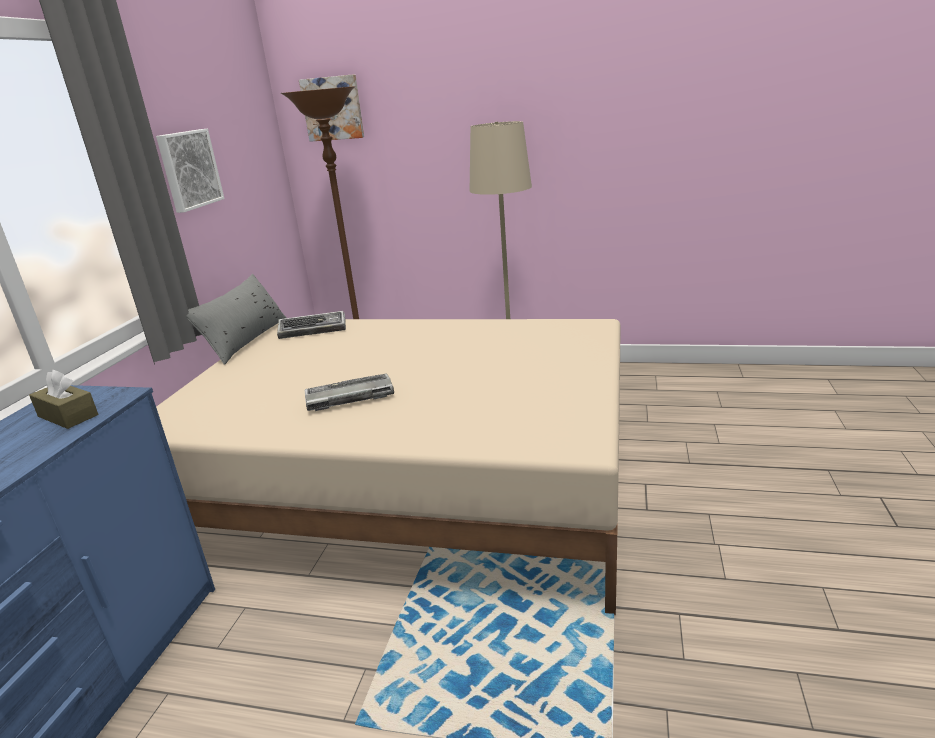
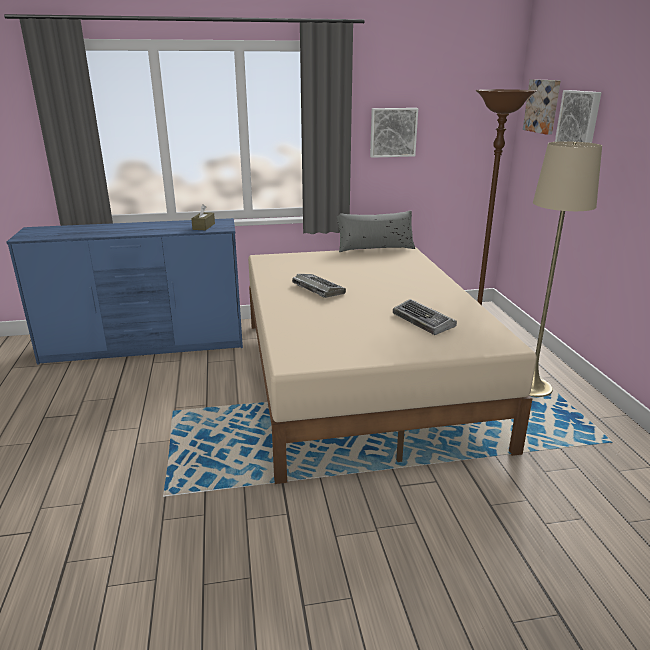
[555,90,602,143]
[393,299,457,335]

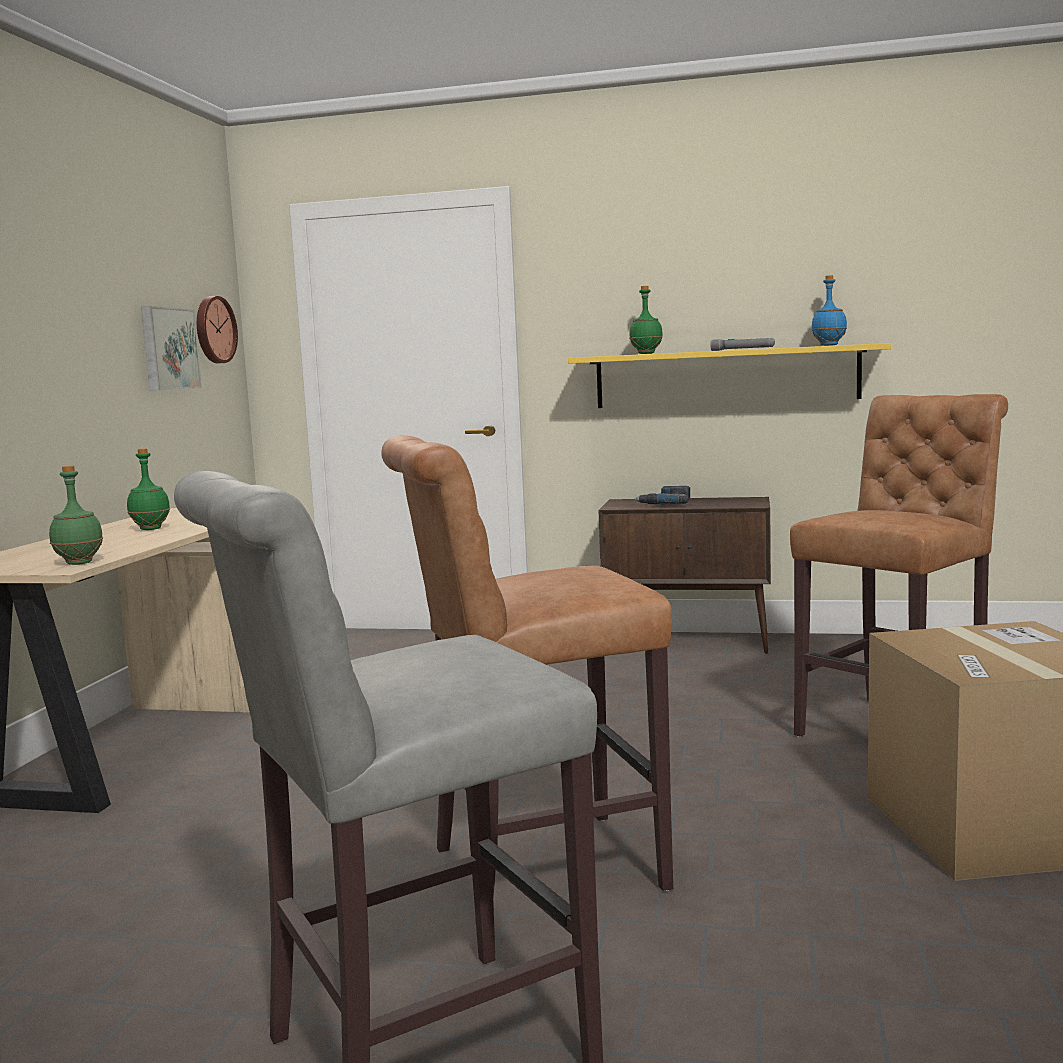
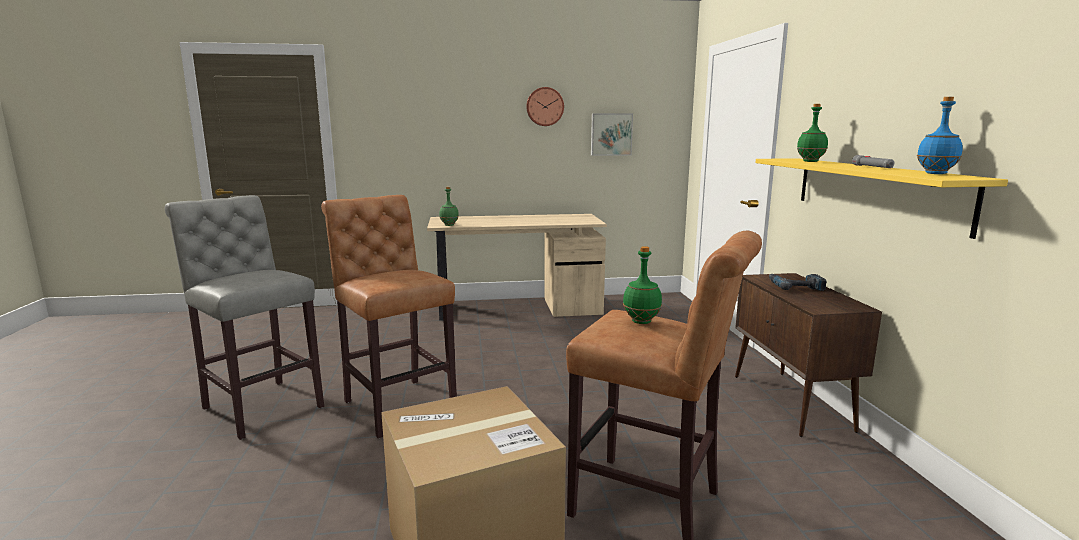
[623,246,662,324]
[526,87,564,126]

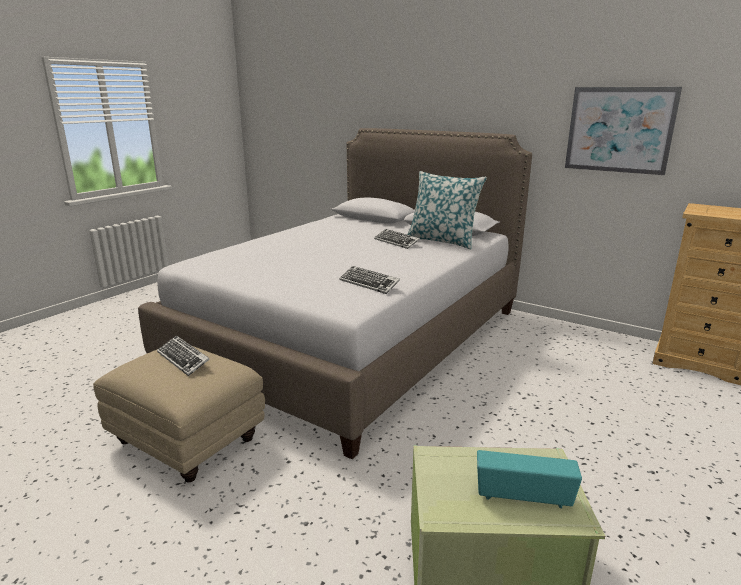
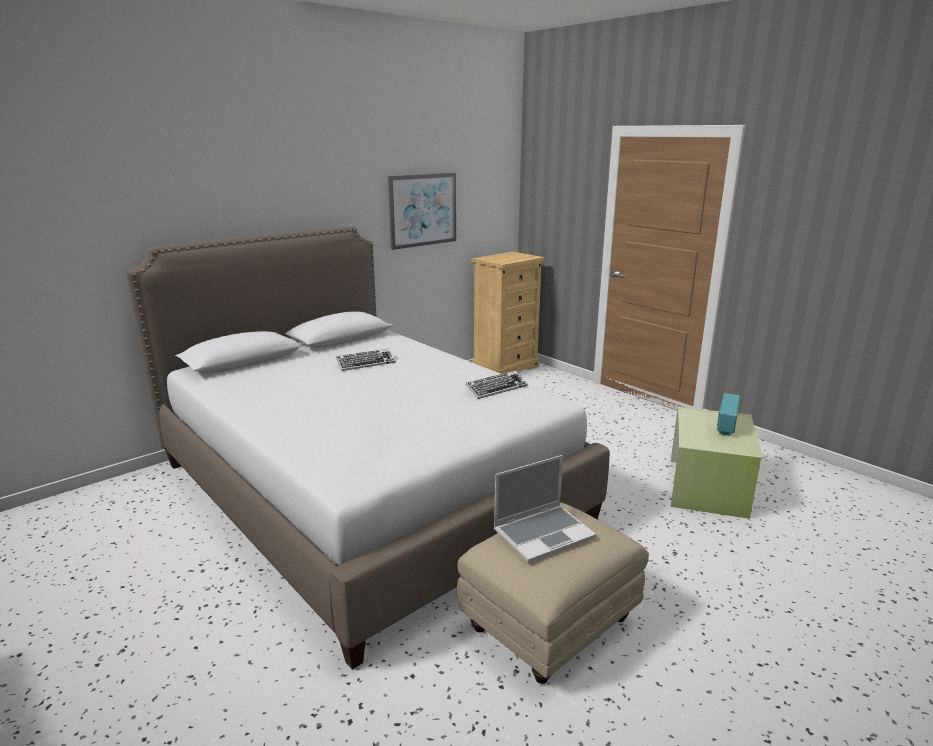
[407,171,487,249] (first image)
[494,455,596,563]

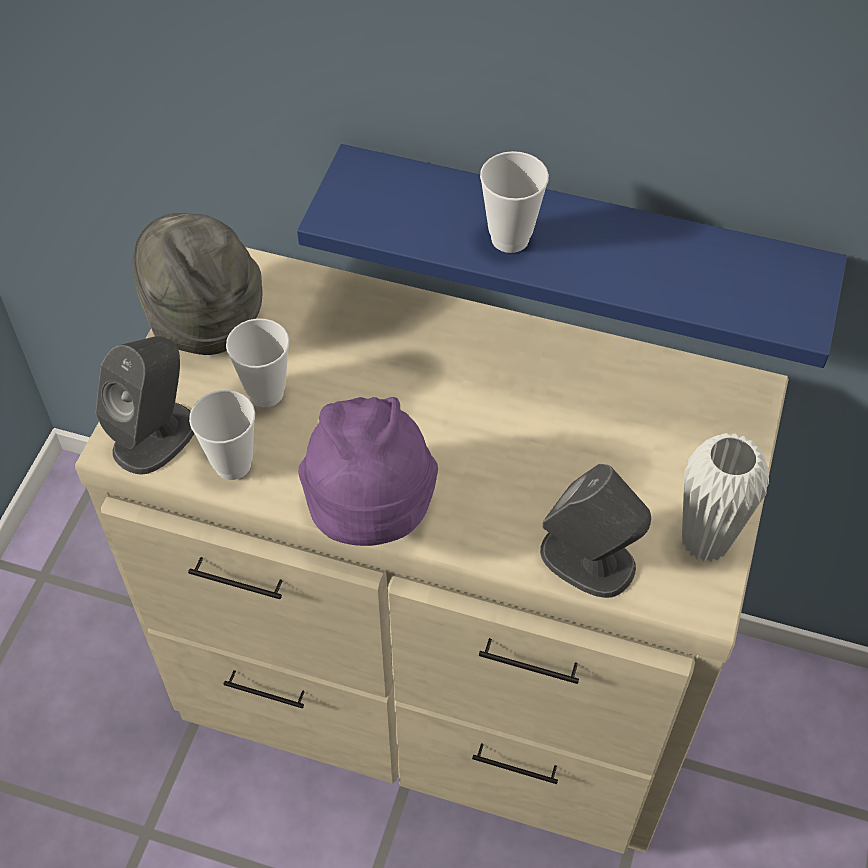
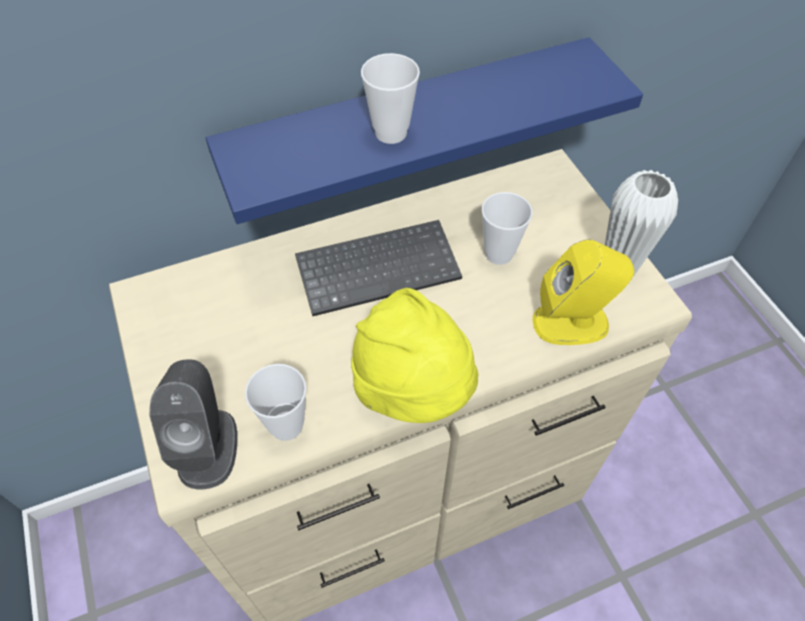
[132,213,263,355] (first image)
[295,220,462,316]
[482,192,533,265]
[351,288,479,423]
[533,239,634,345]

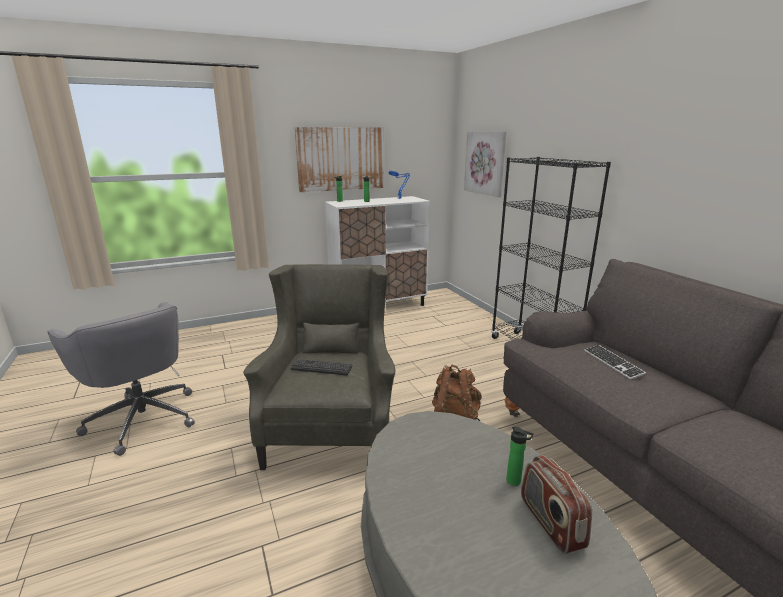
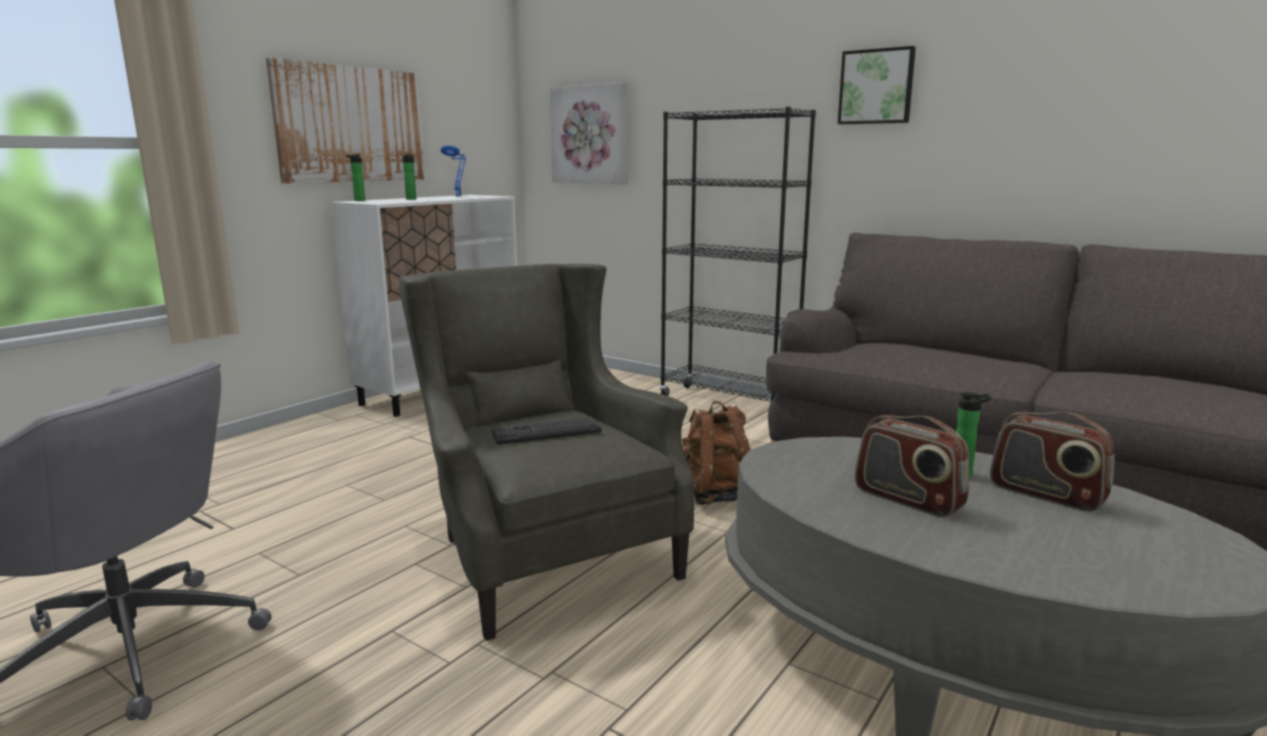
[584,345,646,379] (first image)
[838,46,916,124]
[855,415,969,517]

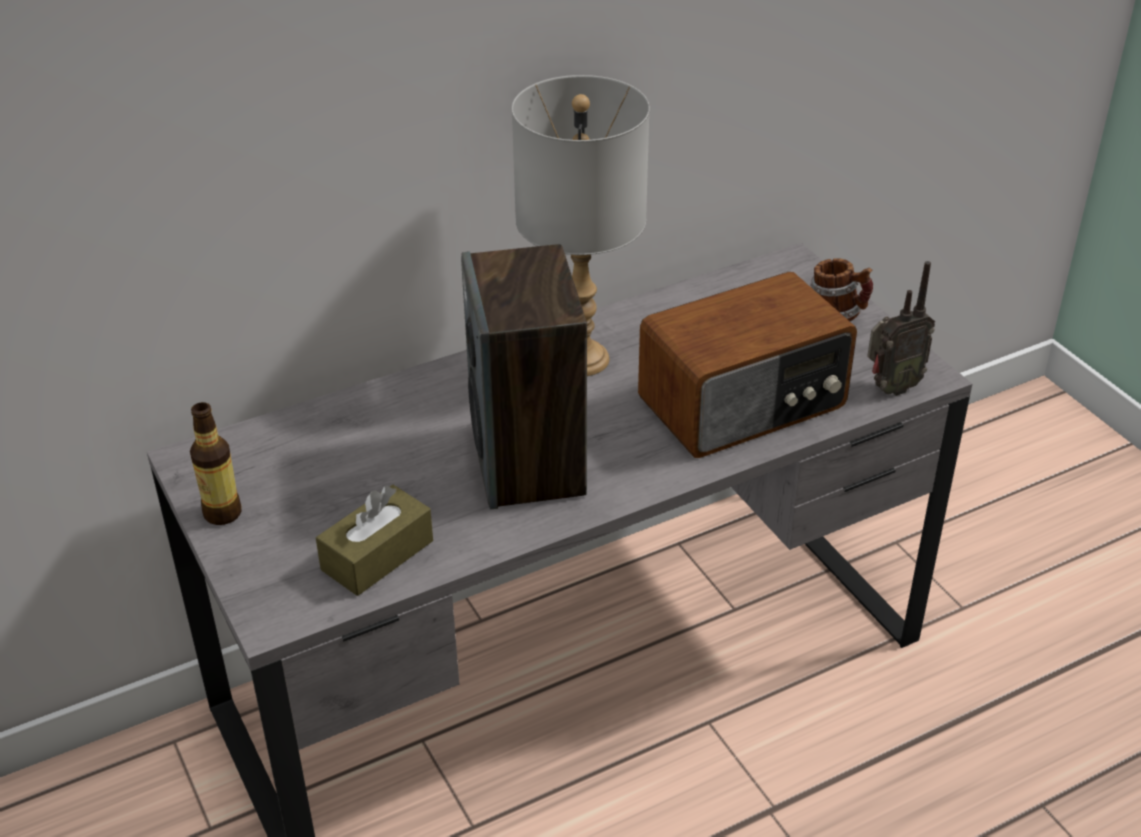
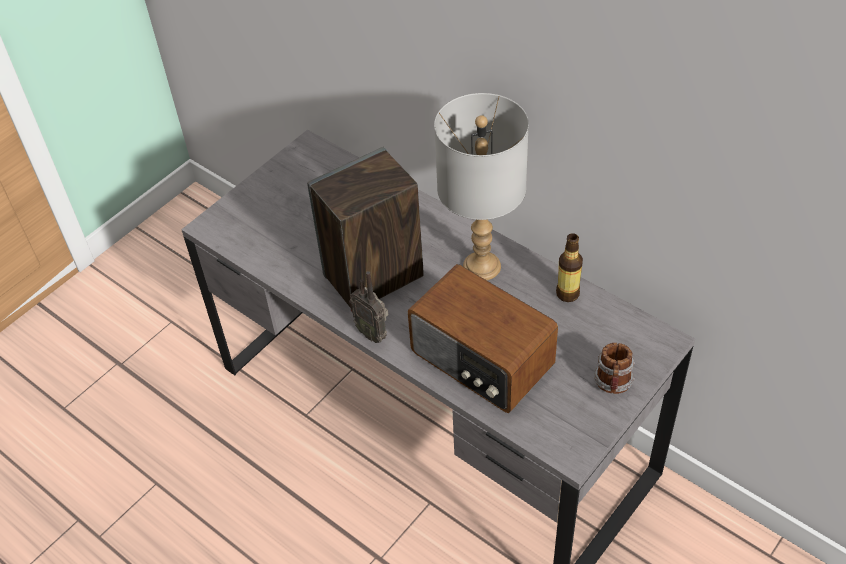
[316,485,433,596] (first image)
[556,233,583,302]
[349,271,388,343]

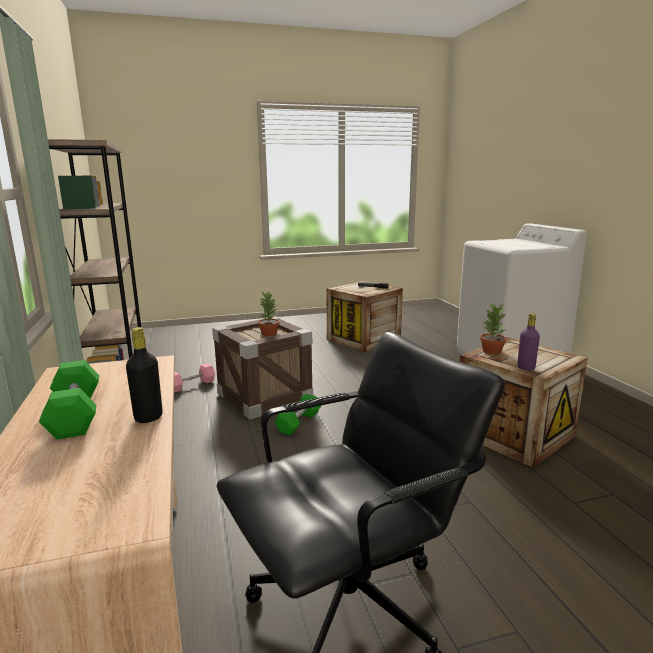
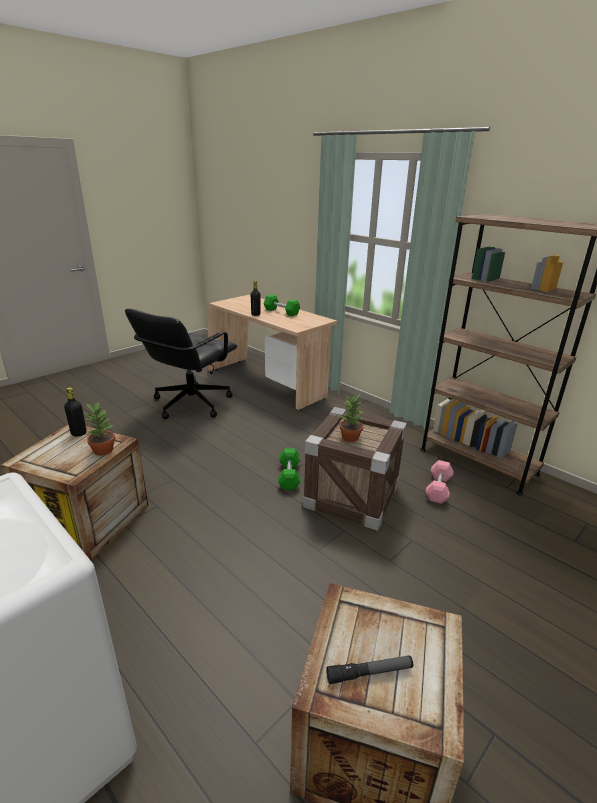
[64,387,87,436]

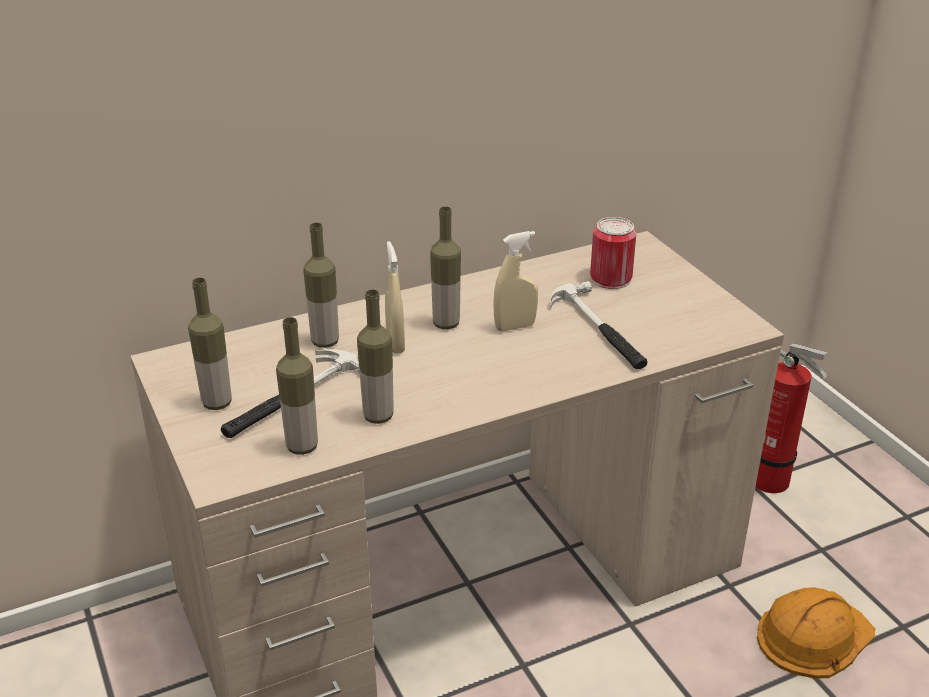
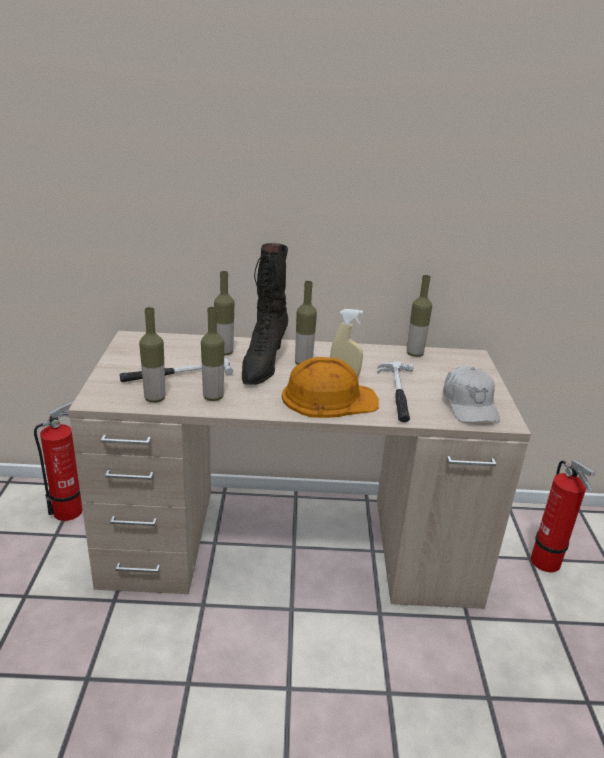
[590,217,637,289] (first image)
[34,399,83,521]
[443,367,500,423]
[407,275,432,357]
[282,357,379,418]
[242,243,288,385]

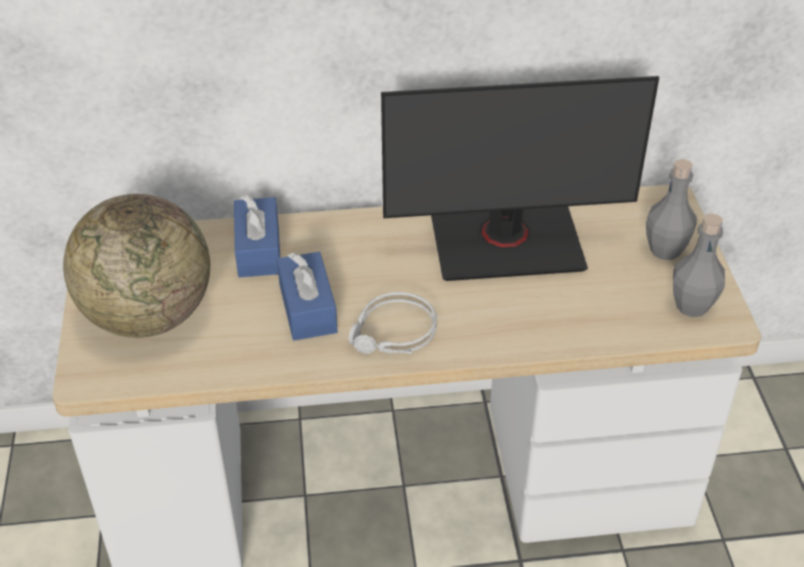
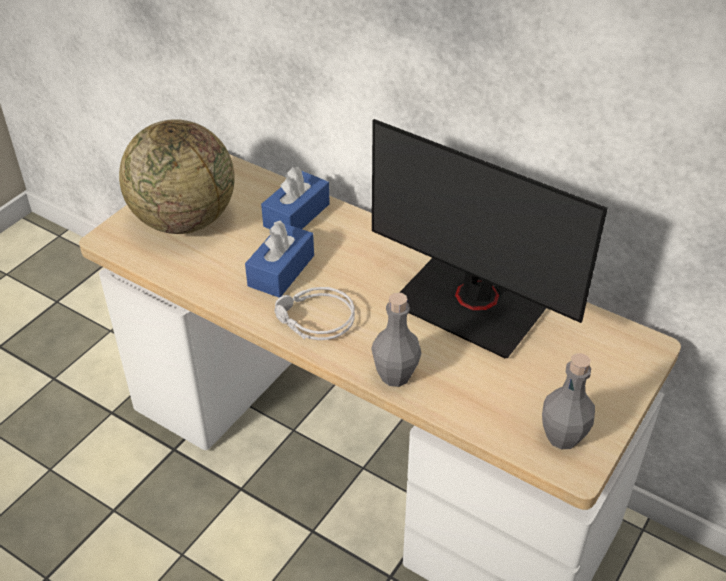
[371,292,421,387]

